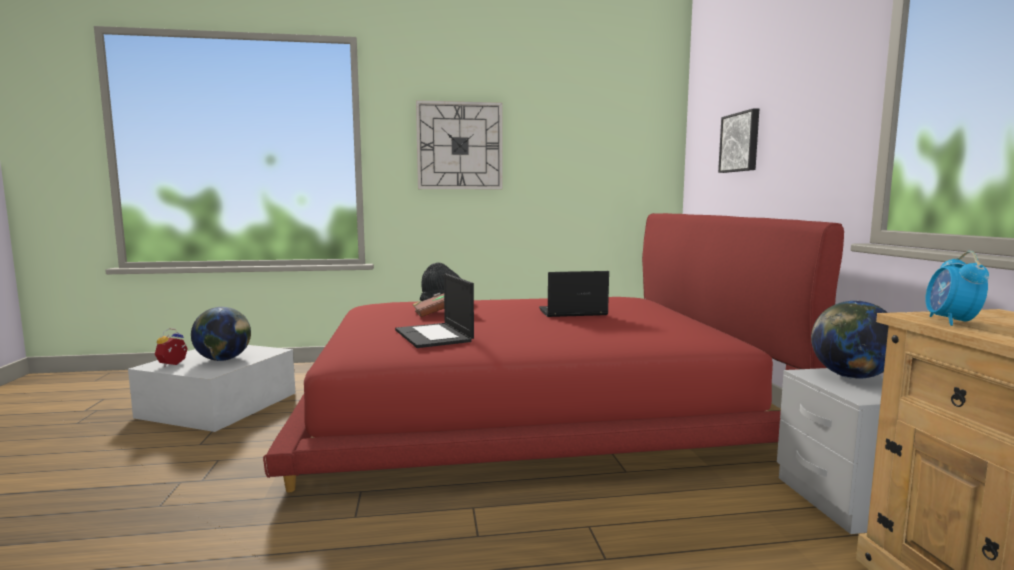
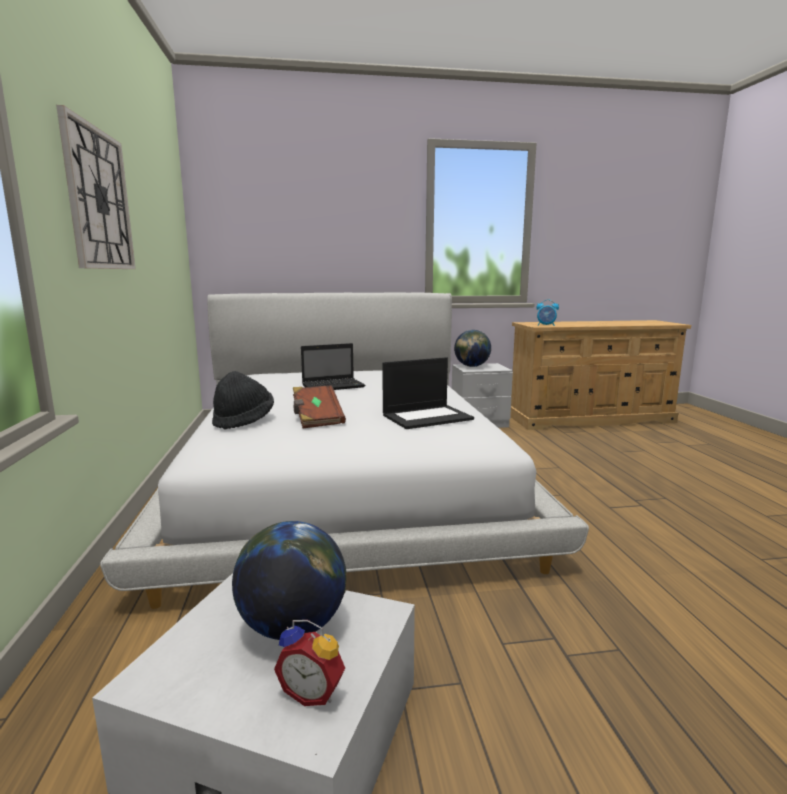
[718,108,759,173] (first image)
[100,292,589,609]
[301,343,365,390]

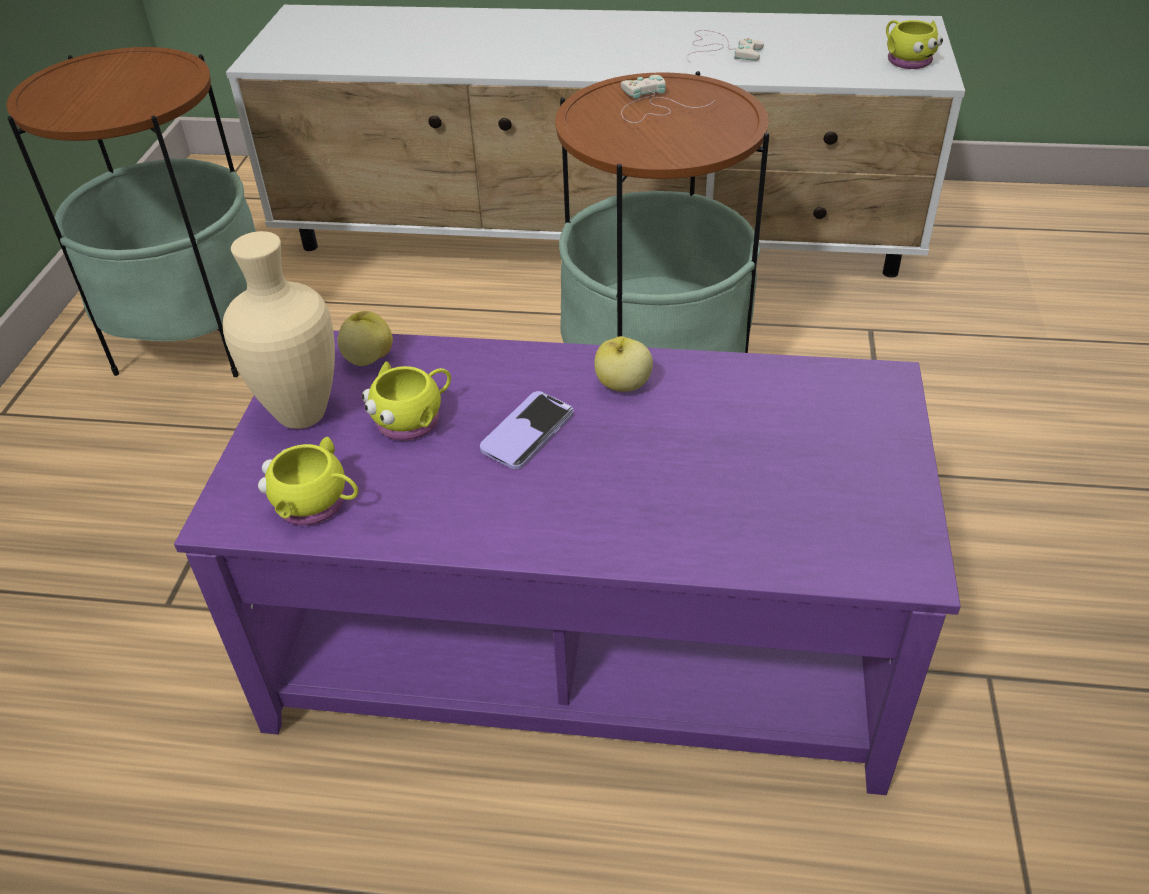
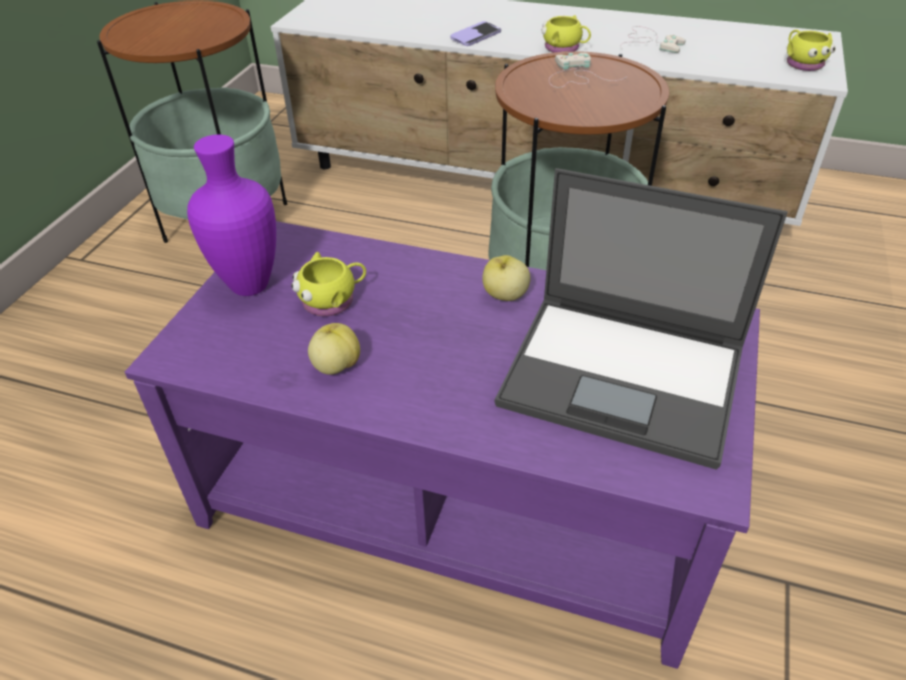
[495,168,788,470]
[541,15,591,53]
[308,323,360,374]
[450,21,501,46]
[187,135,276,296]

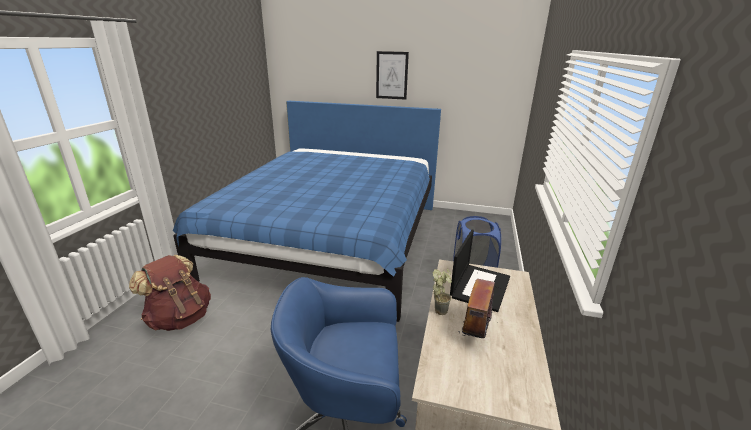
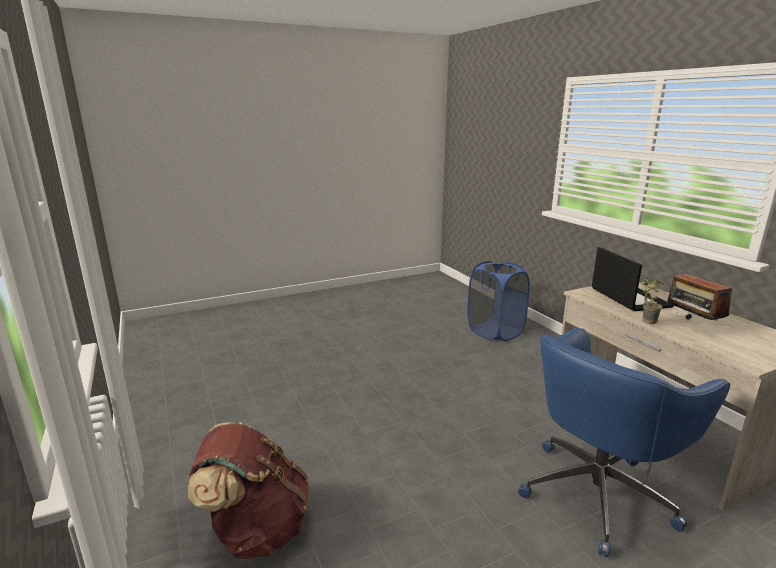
[173,101,441,322] (first image)
[376,51,409,100] (first image)

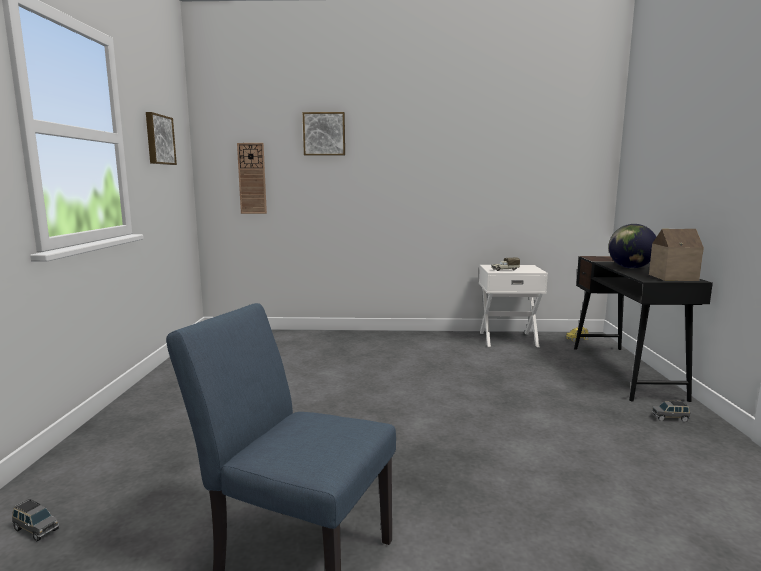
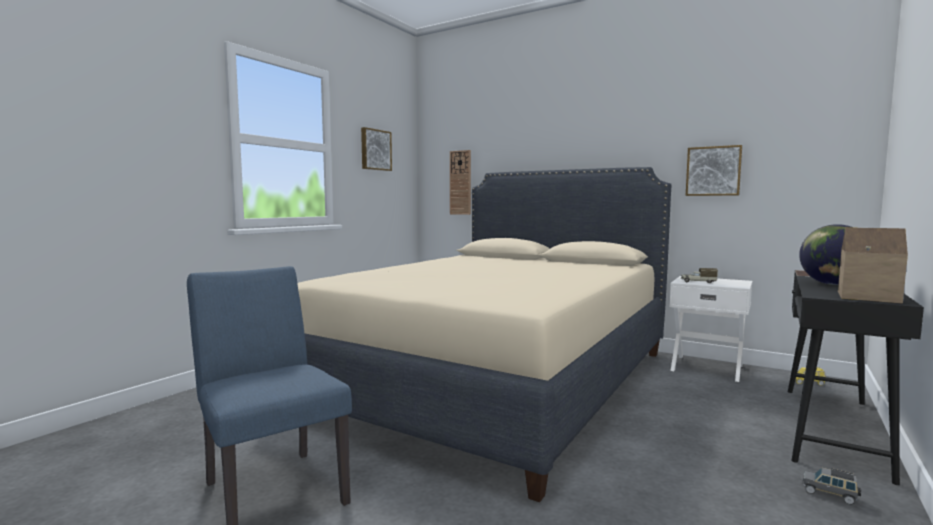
[12,499,59,541] (first image)
[297,167,671,502]
[686,145,742,196]

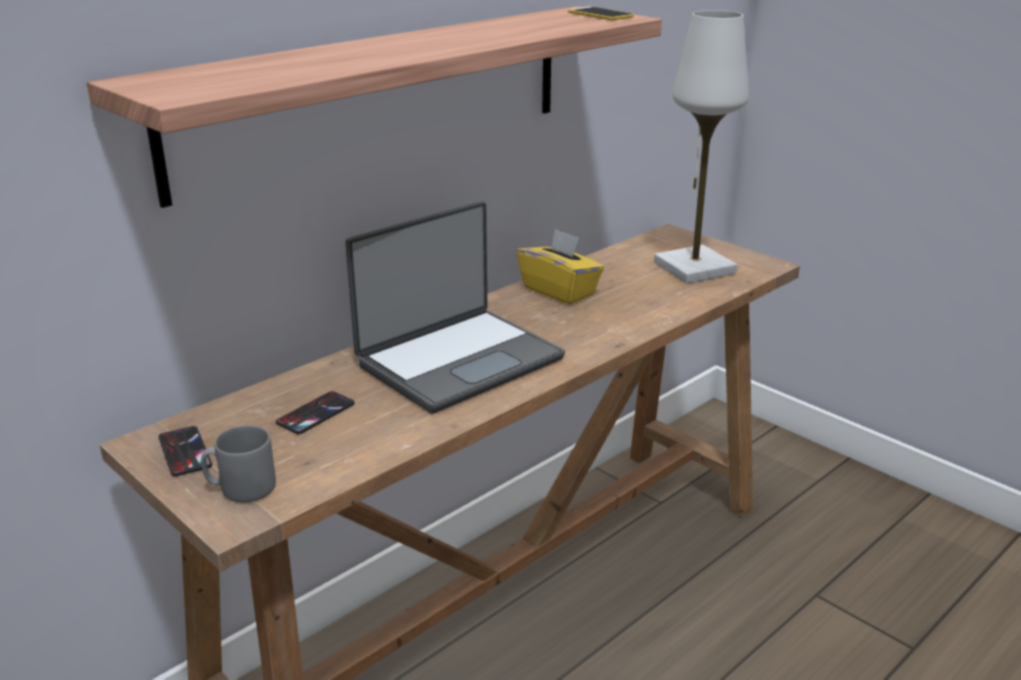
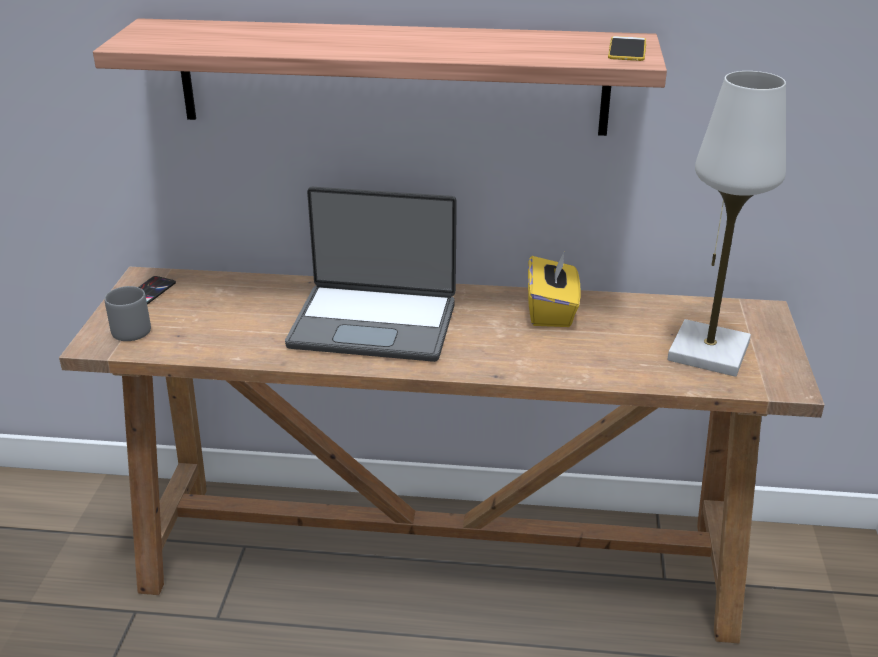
[276,391,355,434] (first image)

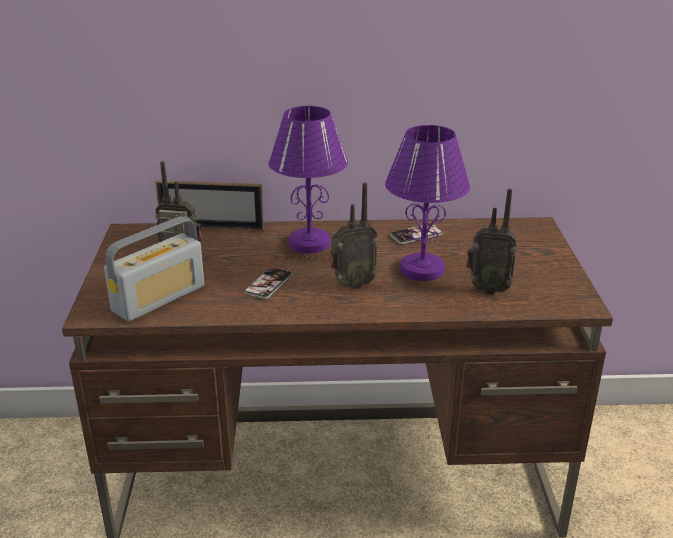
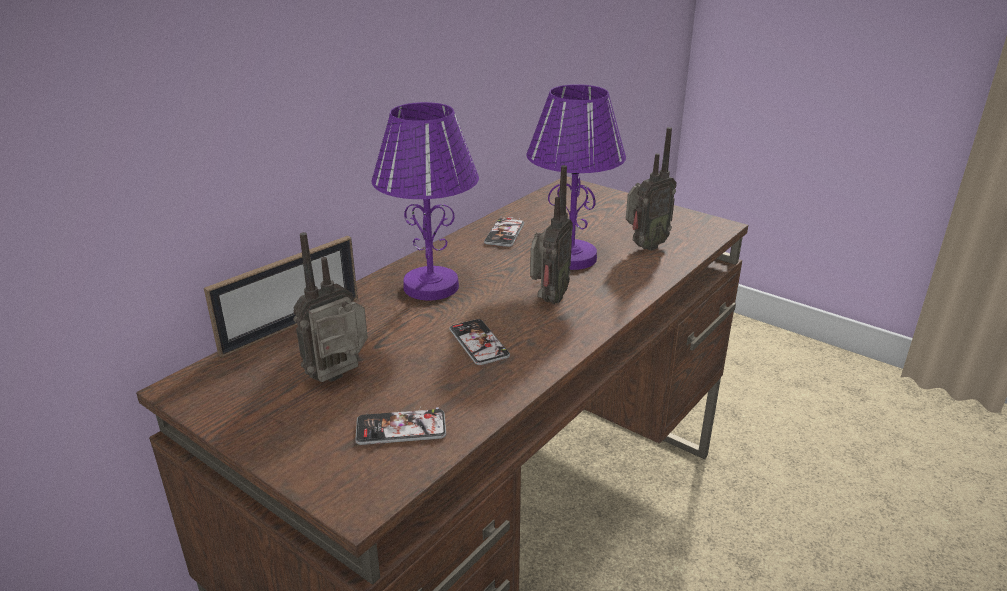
[355,407,446,445]

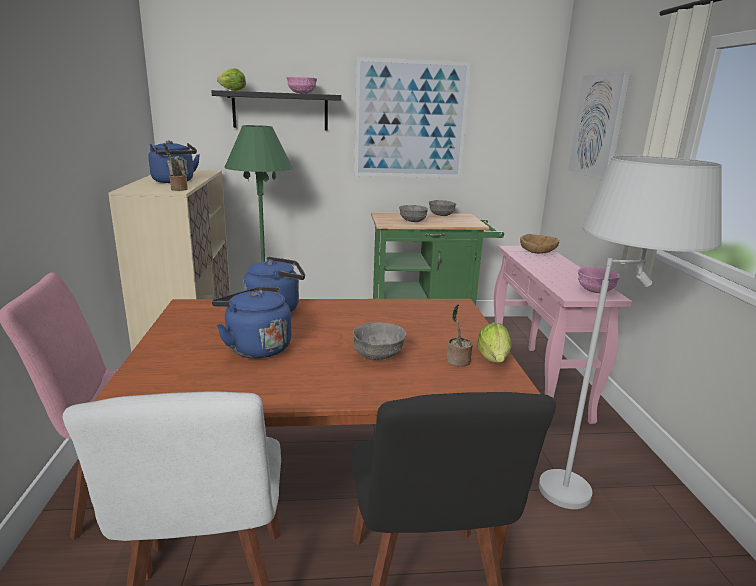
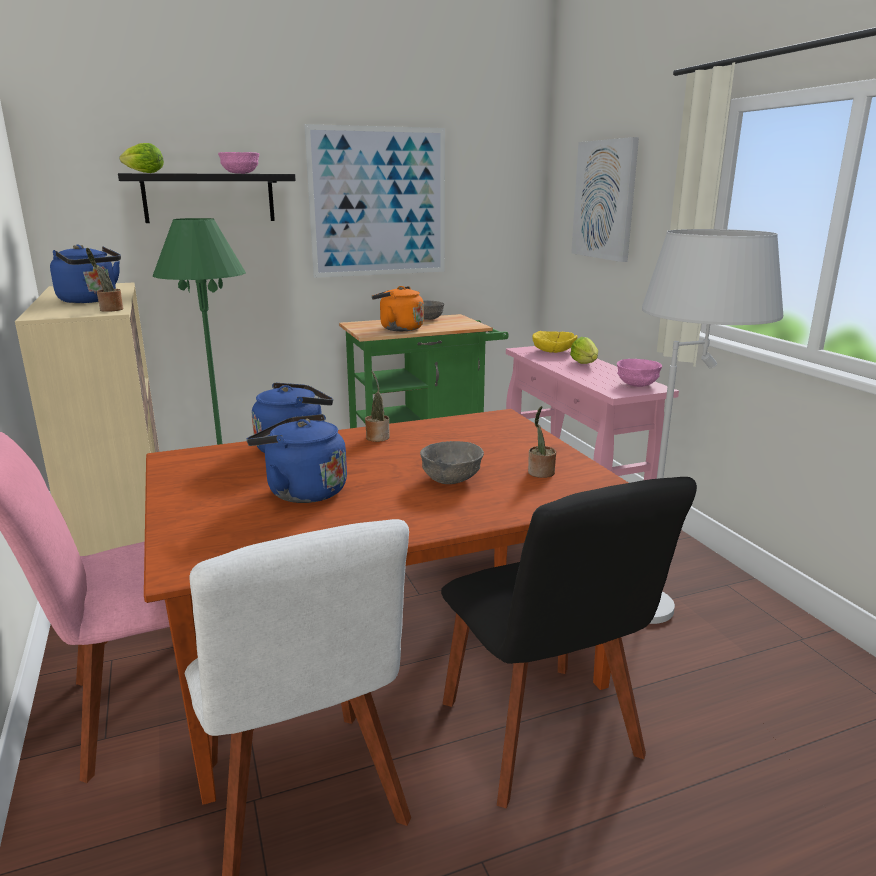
[365,371,390,442]
[570,337,598,364]
[372,286,424,331]
[532,331,577,353]

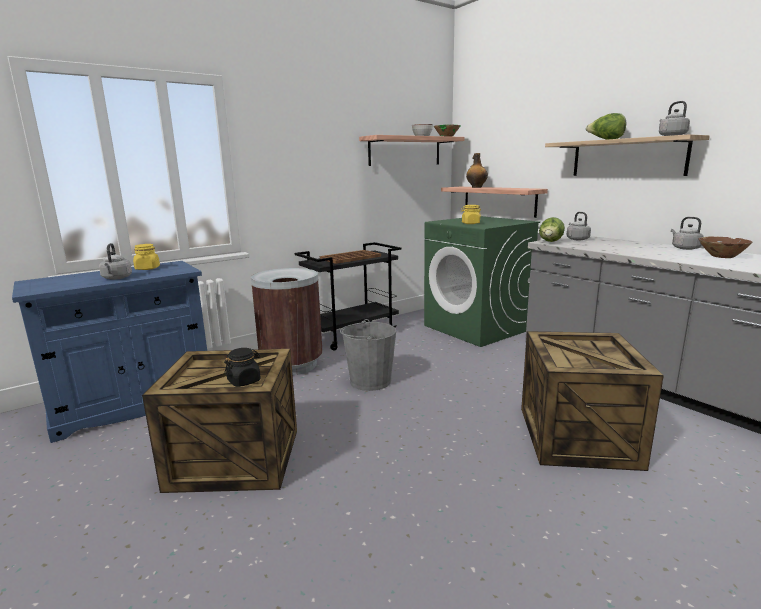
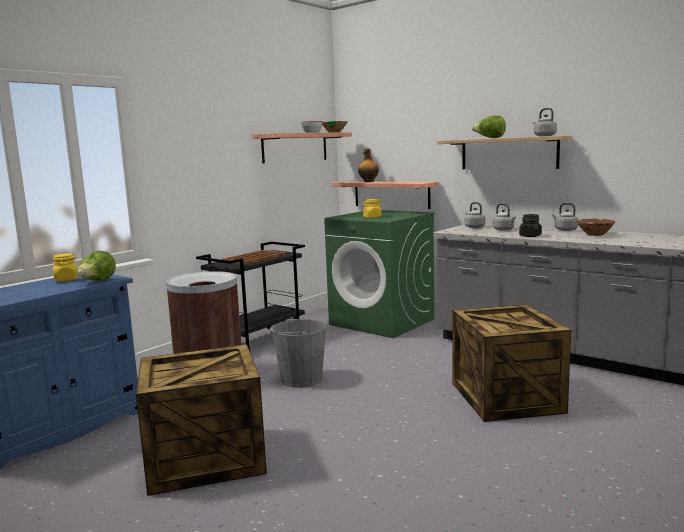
[493,203,516,231]
[519,214,542,237]
[77,251,116,281]

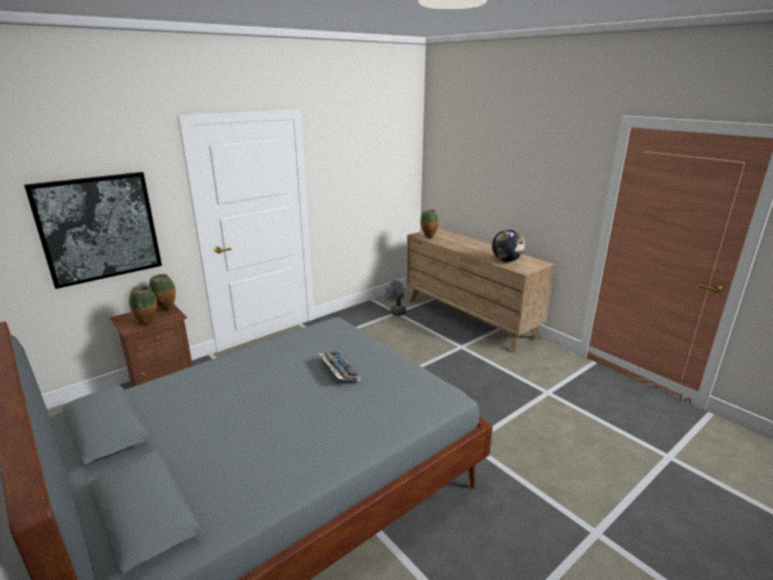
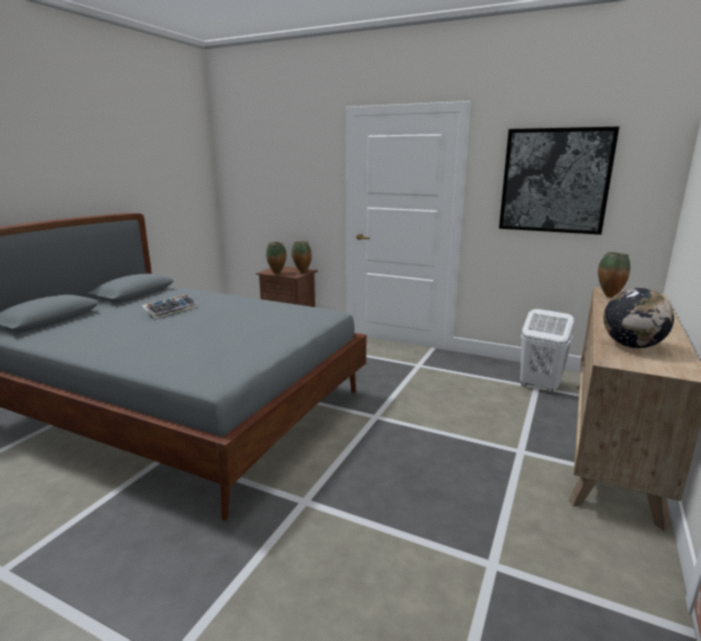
[499,127,619,235]
[141,294,197,318]
[520,309,574,393]

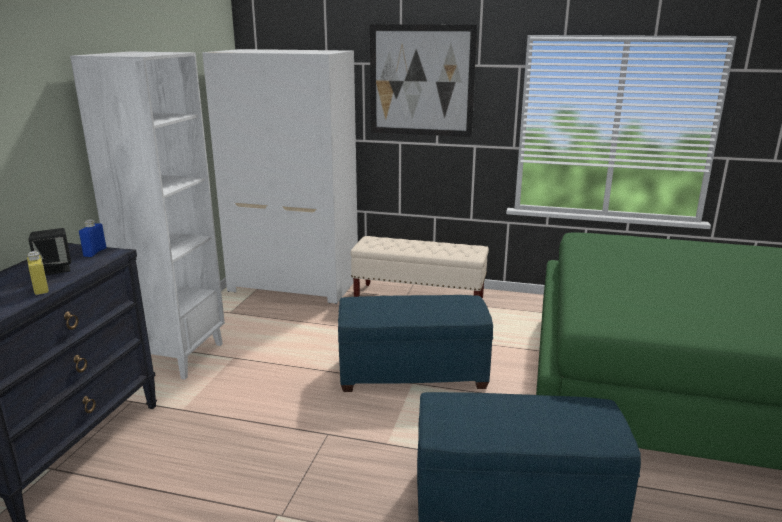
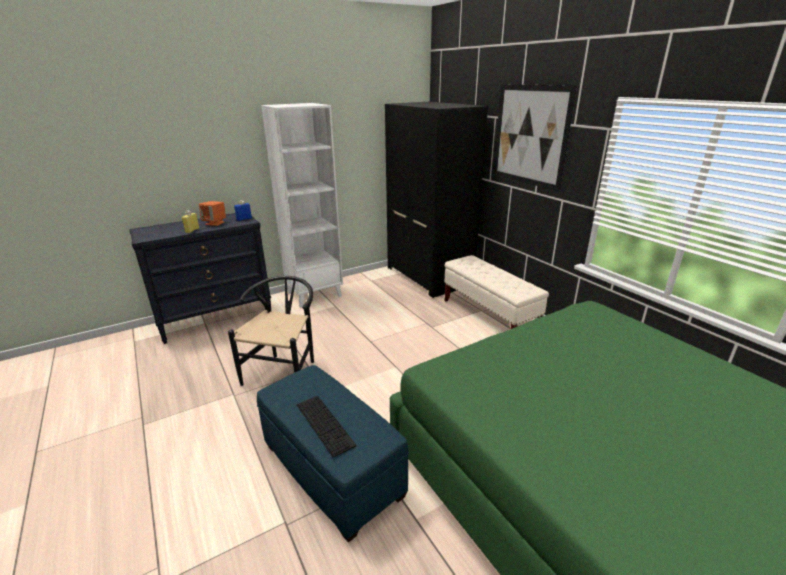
[338,295,493,392] (first image)
[228,276,314,386]
[297,396,356,458]
[199,201,226,226]
[385,102,488,298]

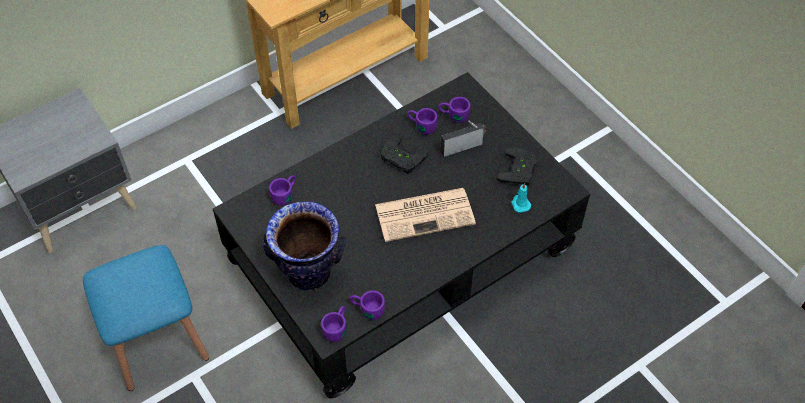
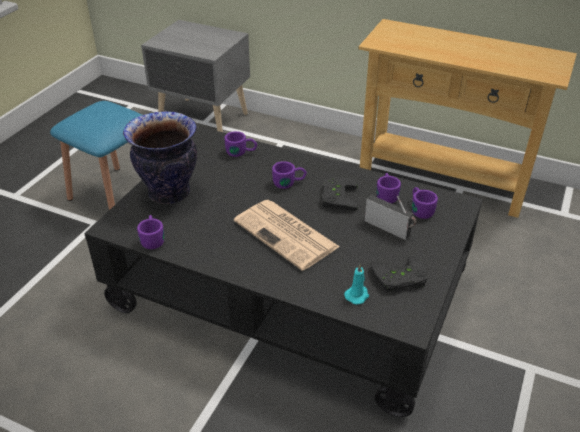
[272,161,307,189]

